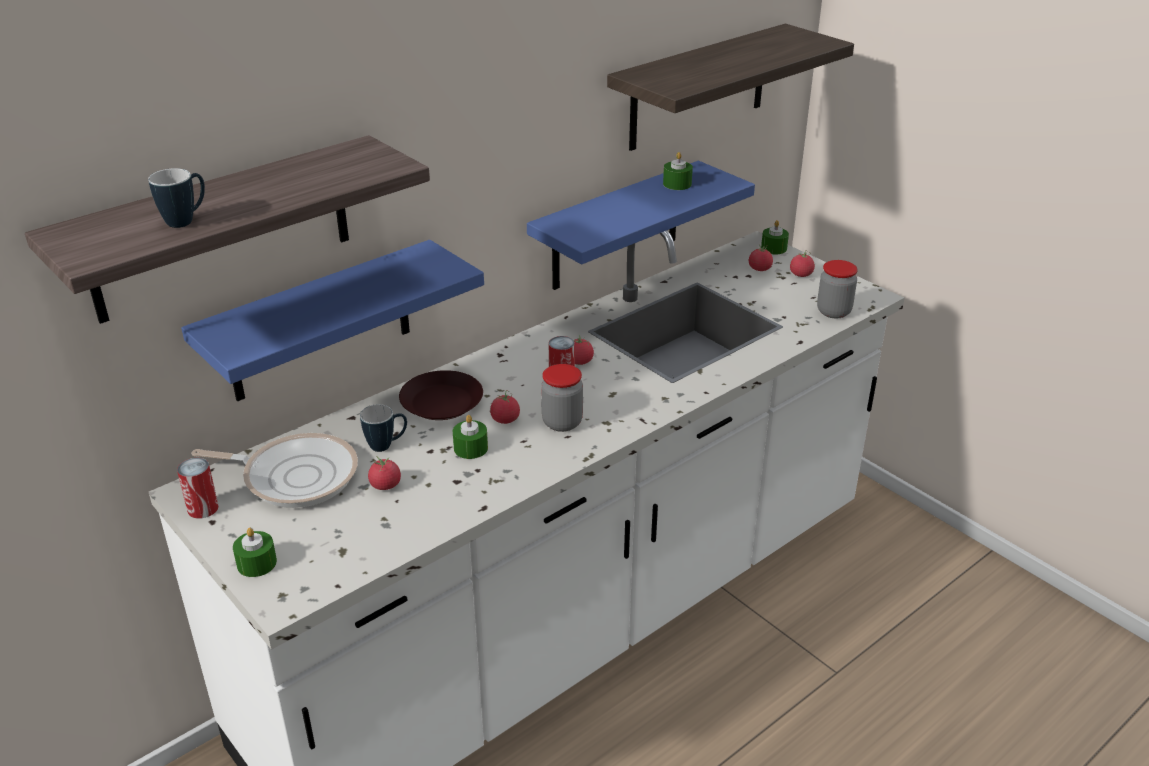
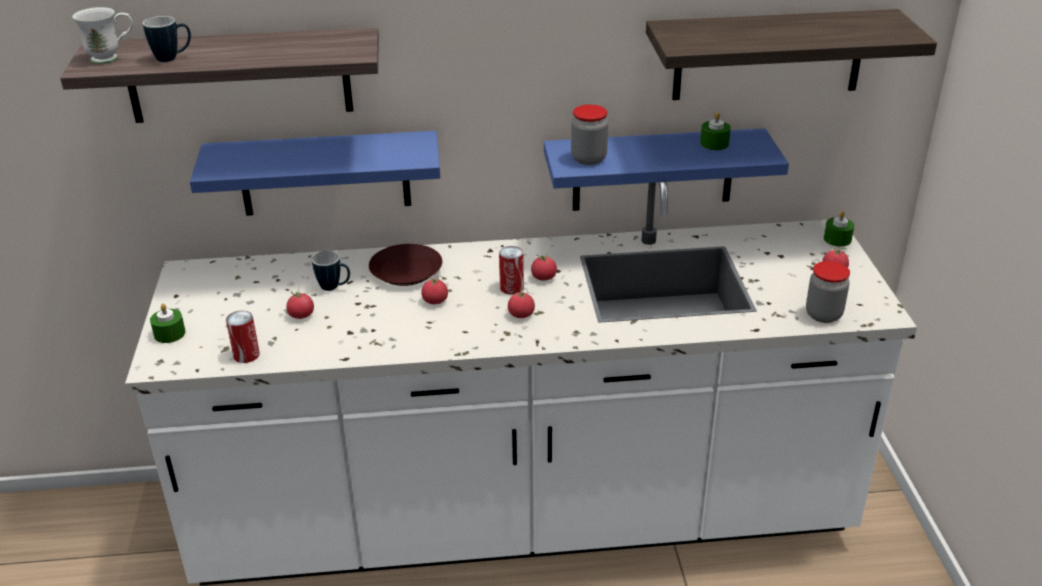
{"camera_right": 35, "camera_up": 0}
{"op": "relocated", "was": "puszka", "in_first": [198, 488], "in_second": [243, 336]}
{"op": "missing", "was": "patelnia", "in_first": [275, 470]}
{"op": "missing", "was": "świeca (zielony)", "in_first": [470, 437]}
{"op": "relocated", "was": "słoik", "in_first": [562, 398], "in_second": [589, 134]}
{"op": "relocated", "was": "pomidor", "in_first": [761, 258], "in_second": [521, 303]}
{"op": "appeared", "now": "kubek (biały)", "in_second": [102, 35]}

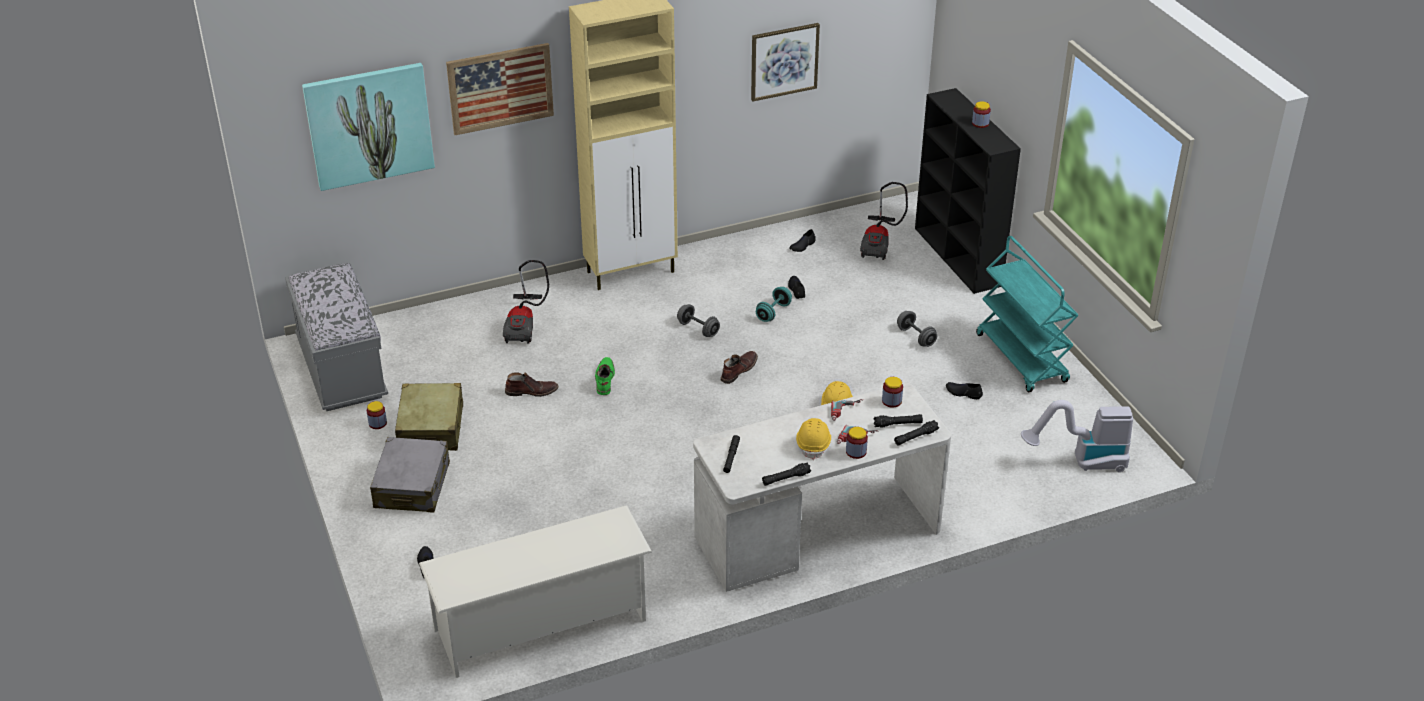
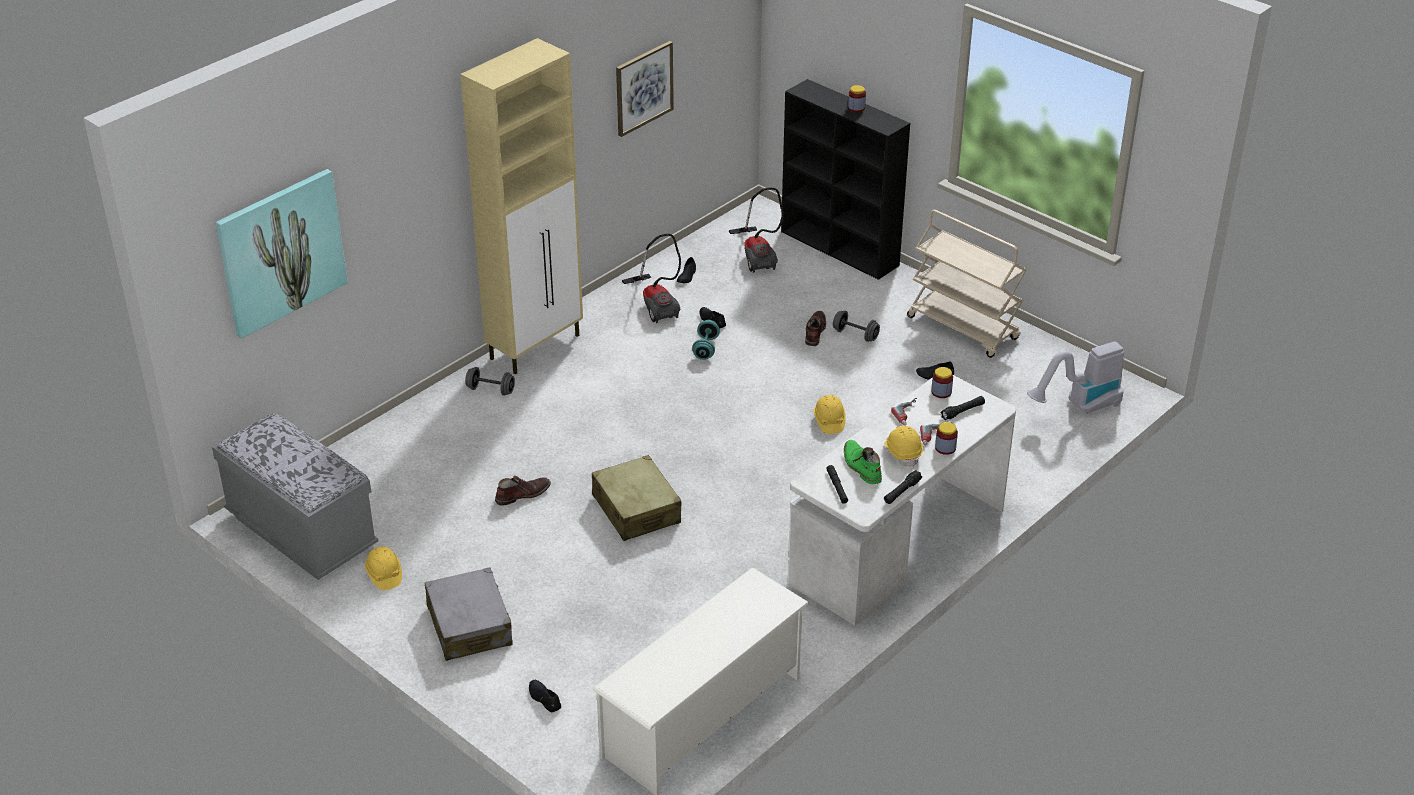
{"camera_right": -25, "camera_up": 0}
{"op": "exchanged", "was": "słoik", "now": "kask (żółty)", "in_first": [377, 415], "in_second": [383, 568]}
{"op": "relocated", "was": "walizka (beżowy)", "in_first": [429, 417], "in_second": [636, 498]}
{"op": "missing", "was": "obraz", "in_first": [500, 89]}
{"op": "relocated", "was": "odkurzacz", "in_first": [526, 302], "in_second": [651, 278]}
{"op": "relocated", "was": "but z cholewką (zielony)", "in_first": [605, 376], "in_second": [863, 462]}
{"op": "relocated", "was": "hantel (szary)", "in_first": [698, 320], "in_second": [490, 381]}
{"op": "relocated", "was": "but z cholewką (brązowy)", "in_first": [739, 367], "in_second": [815, 328]}
{"op": "missing", "was": "latarka (czarny)", "in_first": [916, 433]}
{"op": "colour", "was": "wózek (turkusowy)", "now": "wózek (beżowy)", "in_first": [1027, 314], "in_second": [967, 284]}

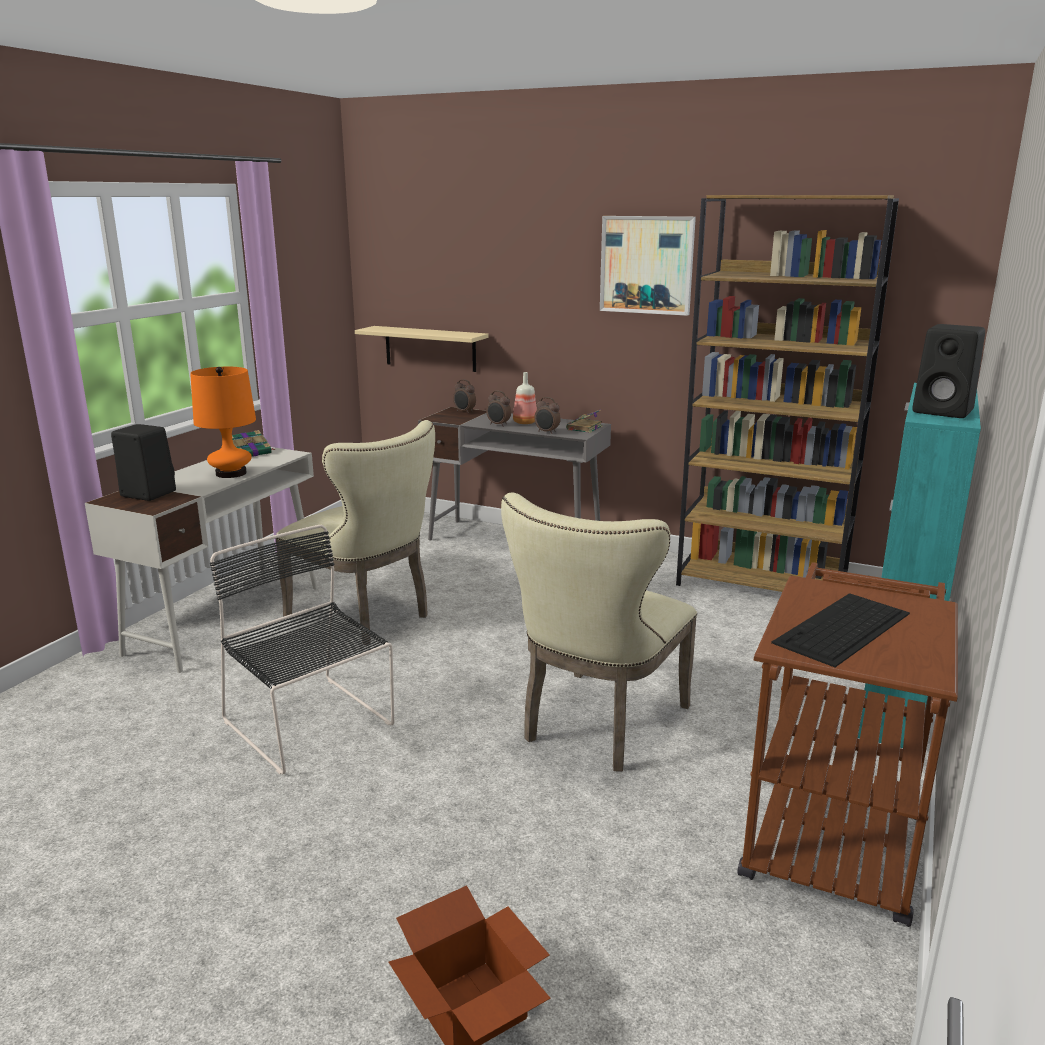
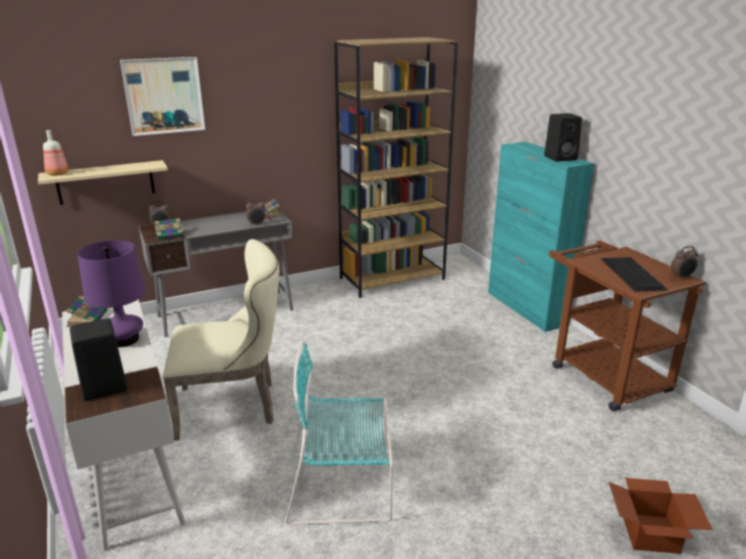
{"camera_right": -50, "camera_up": 5}
{"op": "colour", "was": "lampa stołowa (pomarańczowy)", "now": "lampa stołowa (fioletowy)", "in_first": [223, 422], "in_second": [112, 293]}
{"op": "colour", "was": "krzesło (czarny)", "now": "krzesło (turkusowy)", "in_first": [302, 649], "in_second": [339, 433]}
{"op": "relocated", "was": "budzik", "in_first": [498, 408], "in_second": [684, 263]}
{"op": "missing", "was": "krzesło (beżowy)", "in_first": [599, 631]}
{"op": "relocated", "was": "butelka", "in_first": [525, 398], "in_second": [55, 153]}
{"op": "relocated", "was": "obraz", "in_first": [648, 266], "in_second": [162, 96]}
{"op": "appeared", "now": "książka", "in_second": [170, 229]}

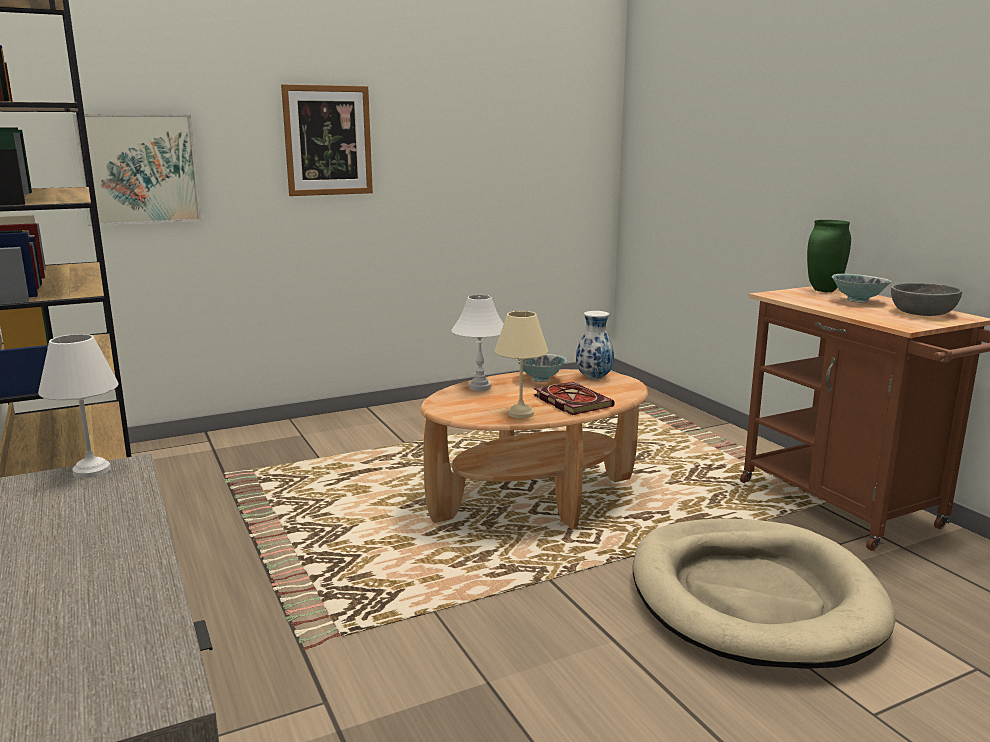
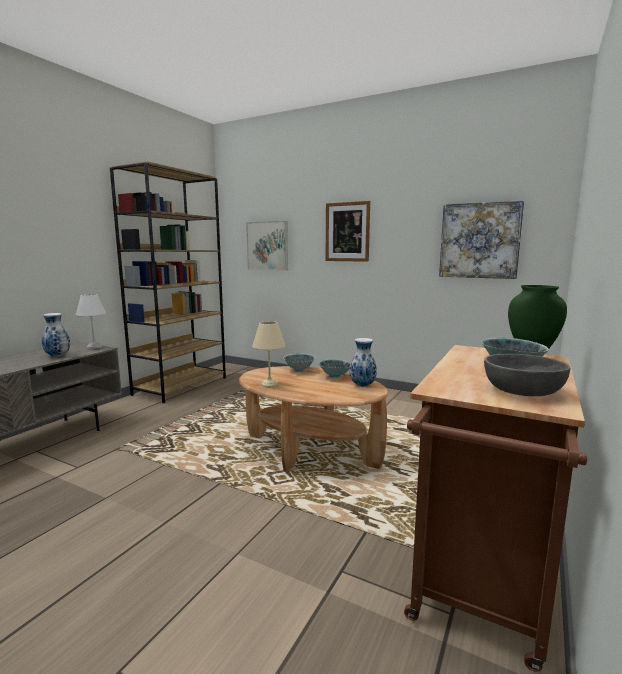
{"camera_right": 55, "camera_up": -5}
{"op": "exchanged", "was": "lampa stołowa (biały)", "now": "miska", "in_first": [477, 343], "in_second": [299, 363]}
{"op": "missing", "was": "książka", "in_first": [574, 398]}
{"op": "missing", "was": "legowisko (beżowy)", "in_first": [764, 593]}
{"op": "appeared", "now": "wazon", "in_second": [56, 335]}
{"op": "appeared", "now": "obraz", "in_second": [481, 239]}

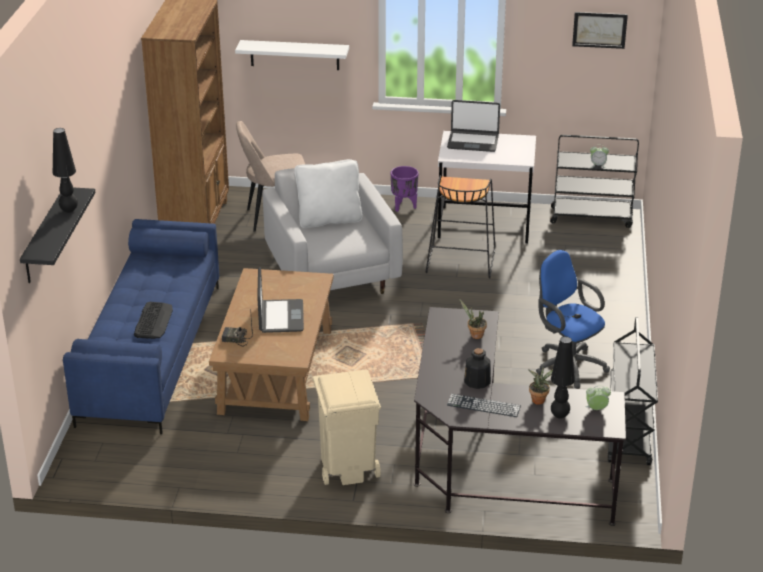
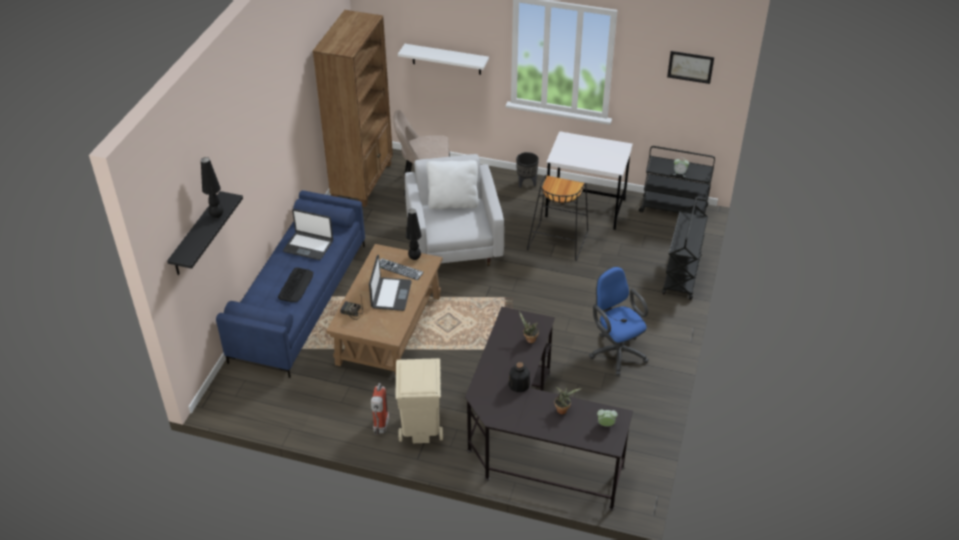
{"camera_right": 10, "camera_up": 10}
{"op": "colour", "was": "donica (fioletowy)", "now": "donica (czarny)", "in_first": [405, 189], "in_second": [527, 170]}
{"op": "relocated", "was": "laptop", "in_first": [473, 126], "in_second": [308, 234]}
{"op": "relocated", "was": "klawiatura", "in_first": [484, 405], "in_second": [401, 269]}
{"op": "relocated", "was": "lampa stołowa (czarny)", "in_first": [563, 377], "in_second": [414, 234]}
{"op": "relocated", "was": "wózek (czarny)", "in_first": [632, 391], "in_second": [685, 248]}
{"op": "appeared", "now": "gaśnica", "in_second": [380, 409]}

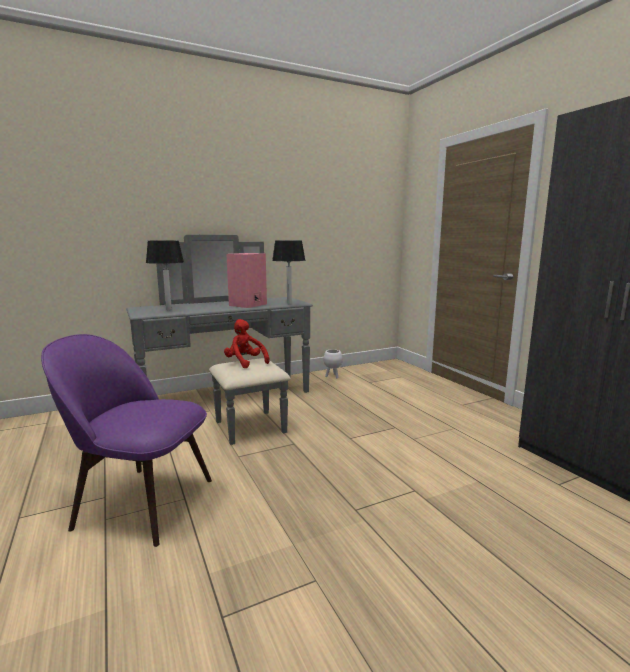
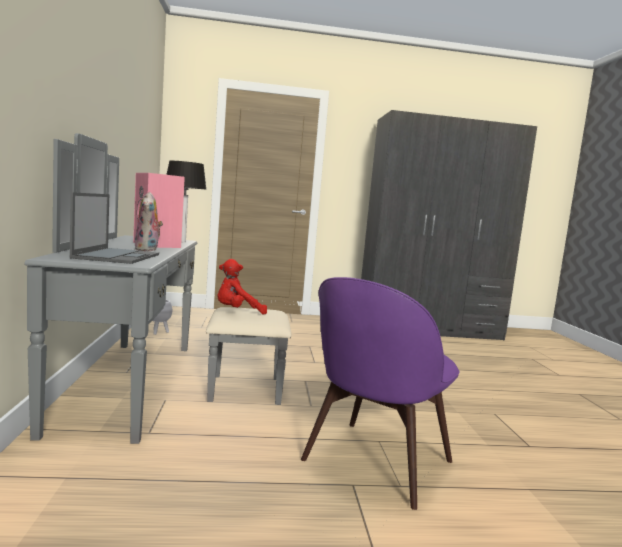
{"camera_right": -70, "camera_up": -5}
{"op": "exchanged", "was": "lampa stołowa", "now": "laptop", "in_first": [165, 275], "in_second": [114, 228]}
{"op": "appeared", "now": "pluszak", "in_second": [149, 221]}

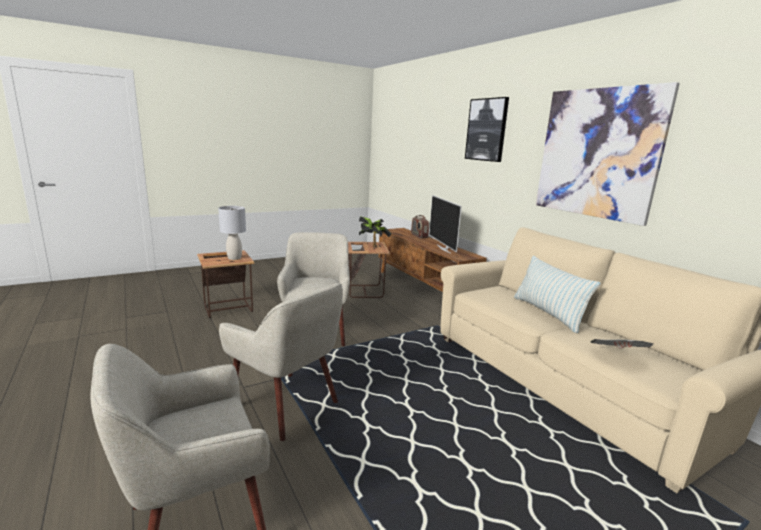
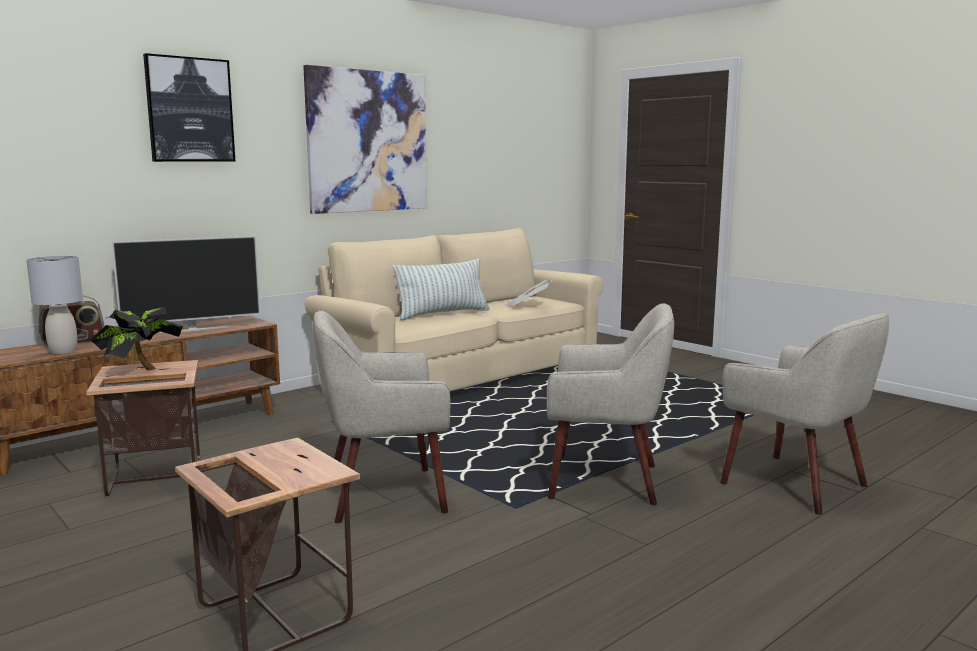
{"camera_right": -100, "camera_up": -5}
{"op": "relocated", "was": "lampa stołowa (szary)", "in_first": [232, 233], "in_second": [54, 305]}
{"op": "spun", "was": "fotel (beżowy)", "in_first": [281, 362], "in_second": [610, 404], "clockwise": 75}

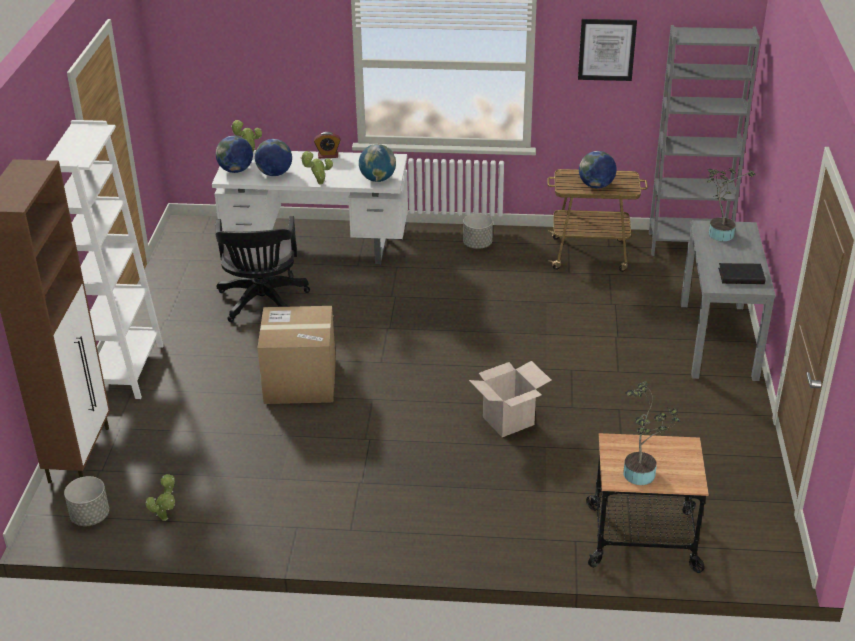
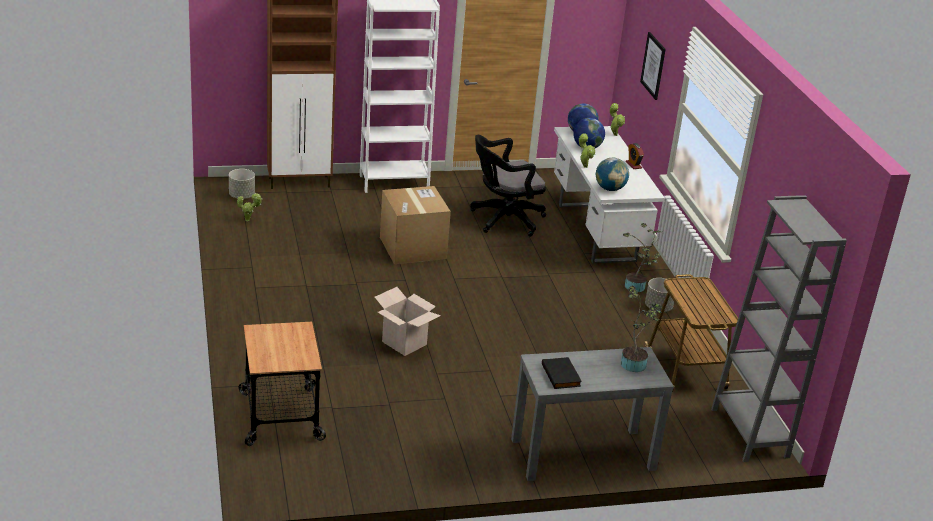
{"camera_right": 70, "camera_up": -5}
{"op": "relocated", "was": "obraz", "in_first": [607, 50], "in_second": [653, 66]}
{"op": "missing", "was": "globus", "in_first": [598, 169]}
{"op": "relocated", "was": "roślina doniczkowa", "in_first": [652, 433], "in_second": [642, 257]}

